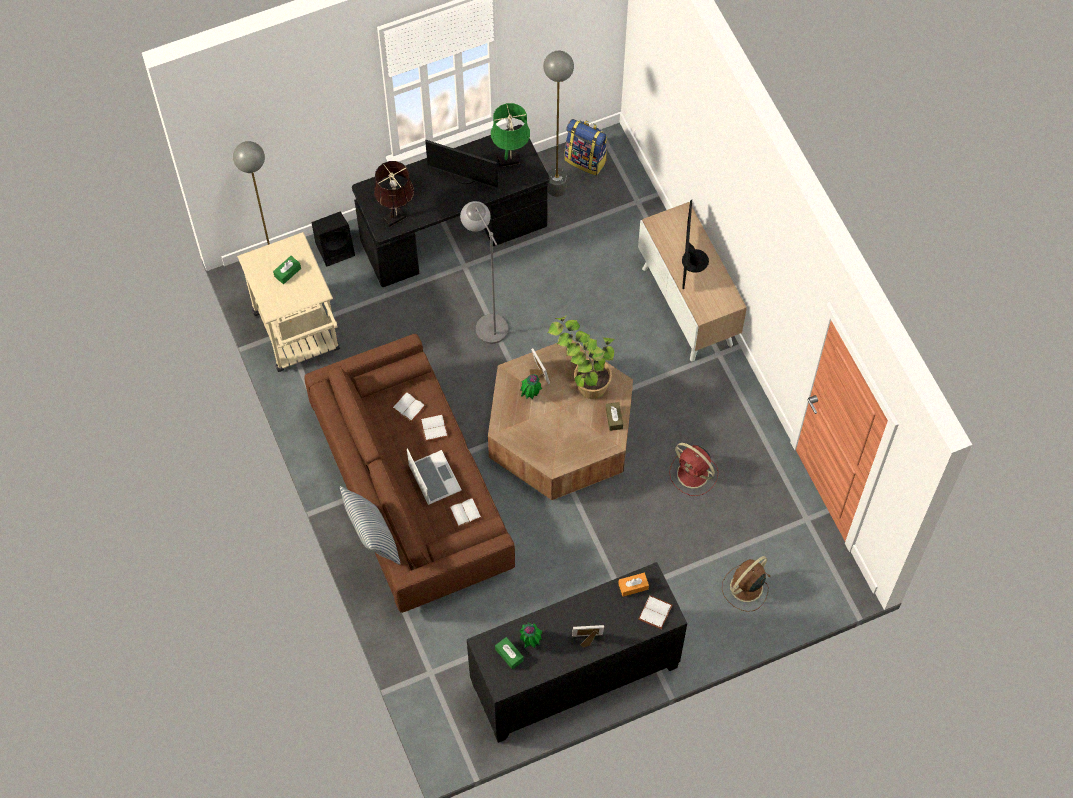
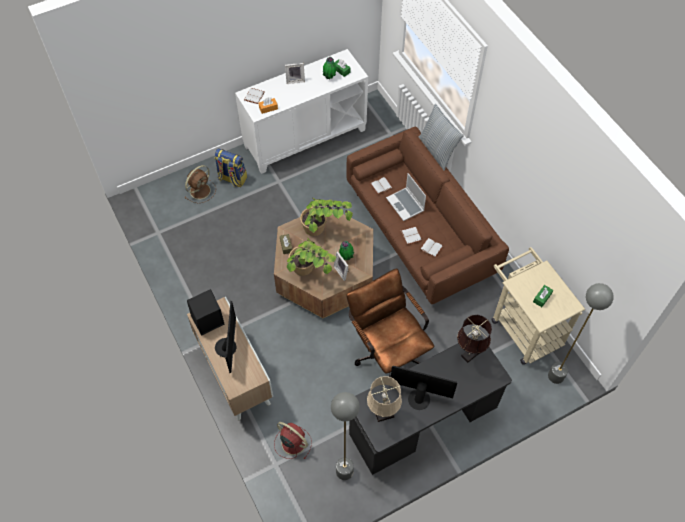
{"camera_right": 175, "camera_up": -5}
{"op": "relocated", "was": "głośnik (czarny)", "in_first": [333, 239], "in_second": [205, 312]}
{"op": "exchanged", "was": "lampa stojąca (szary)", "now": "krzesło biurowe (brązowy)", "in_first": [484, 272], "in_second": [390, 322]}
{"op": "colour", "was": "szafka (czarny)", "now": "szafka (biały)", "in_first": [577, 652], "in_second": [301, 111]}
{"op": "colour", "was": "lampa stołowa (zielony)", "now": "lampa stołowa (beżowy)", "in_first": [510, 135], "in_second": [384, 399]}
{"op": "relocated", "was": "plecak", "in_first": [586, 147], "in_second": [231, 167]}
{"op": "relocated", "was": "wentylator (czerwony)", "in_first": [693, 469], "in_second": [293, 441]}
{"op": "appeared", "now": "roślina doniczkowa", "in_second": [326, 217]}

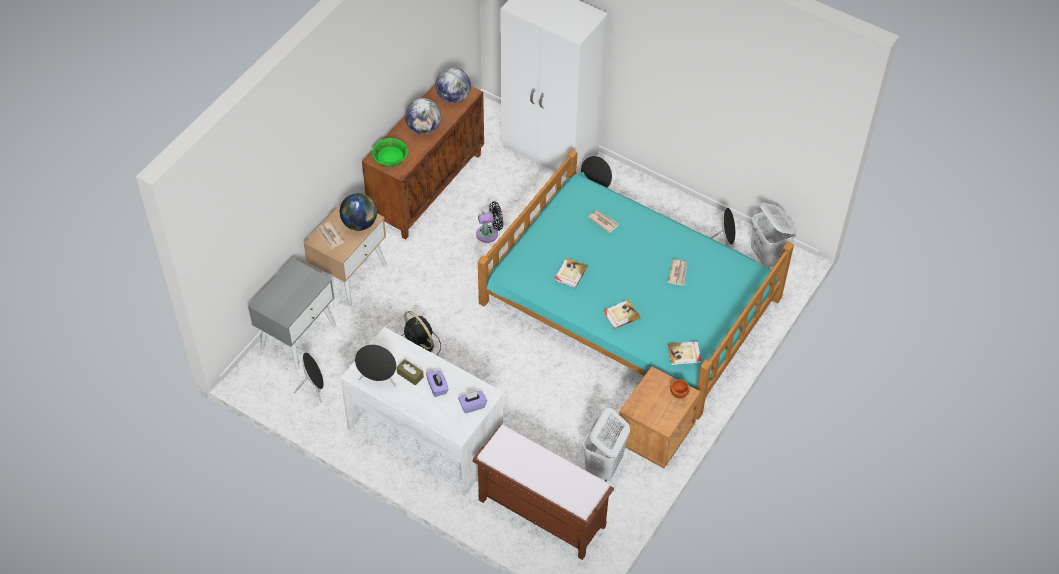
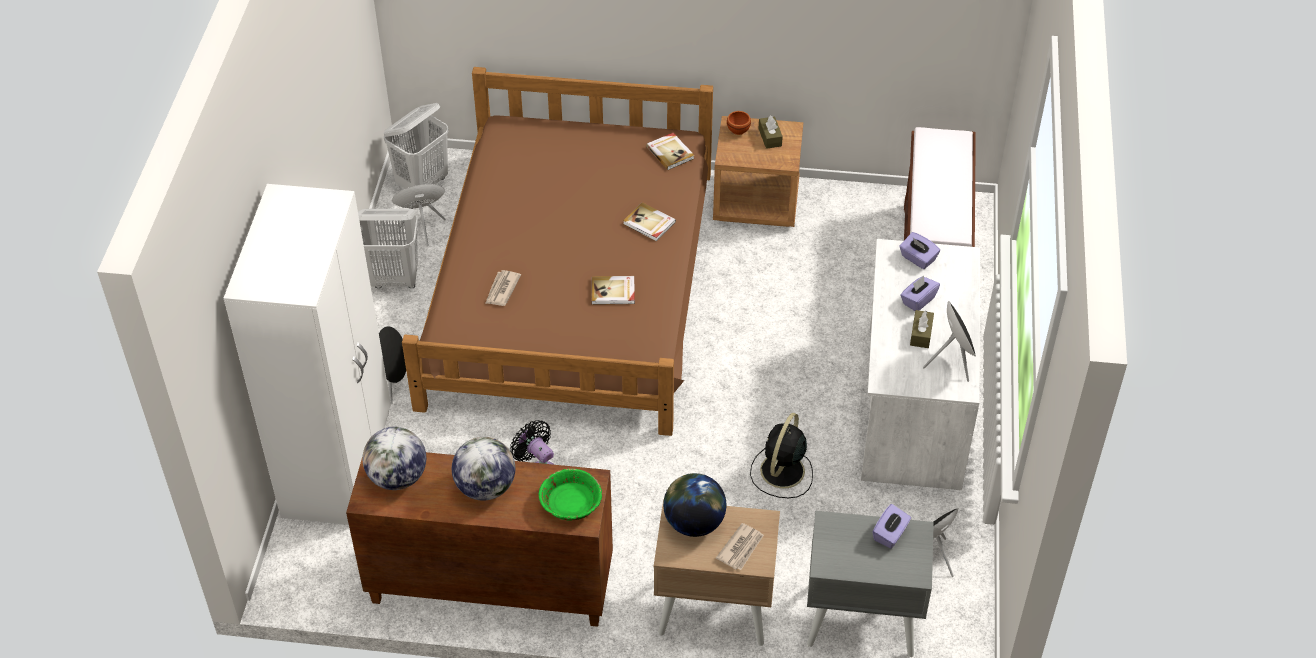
{"camera_right": -115, "camera_up": -5}
{"op": "colour", "was": "łóżko (turkusowy)", "now": "łóżko (brązowy)", "in_first": [636, 285], "in_second": [557, 251]}
{"op": "relocated", "was": "kosz na pranie (biały)", "in_first": [606, 445], "in_second": [388, 248]}
{"op": "missing", "was": "gazeta", "in_first": [677, 272]}
{"op": "appeared", "now": "pudełko chusteczek (brązowy)", "in_second": [770, 132]}
{"op": "appeared", "now": "pudełko chusteczek (fioletowy)", "in_second": [891, 526]}

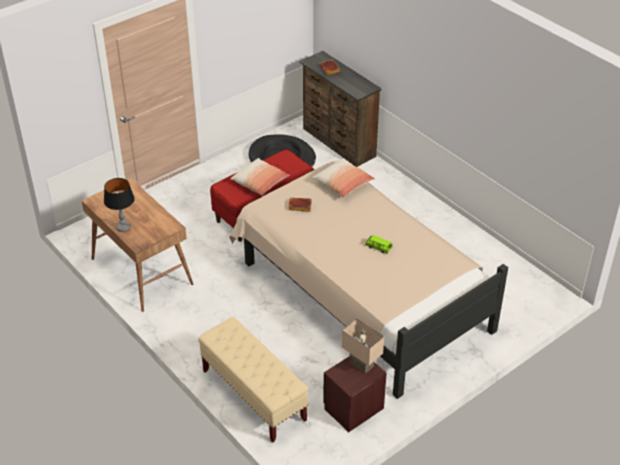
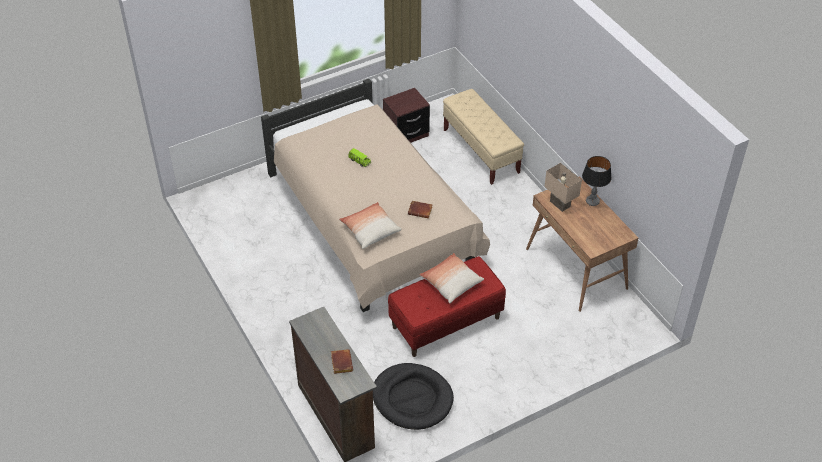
{"camera_right": -170, "camera_up": 5}
{"op": "relocated", "was": "lampa stołowa (beżowy)", "in_first": [363, 346], "in_second": [563, 187]}

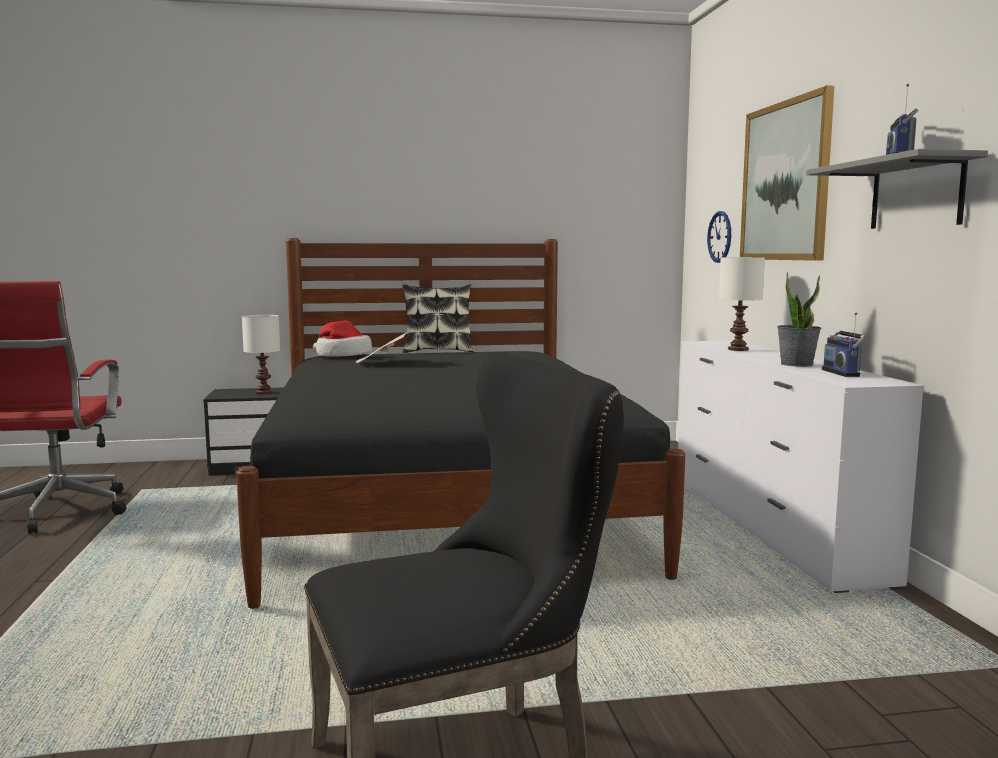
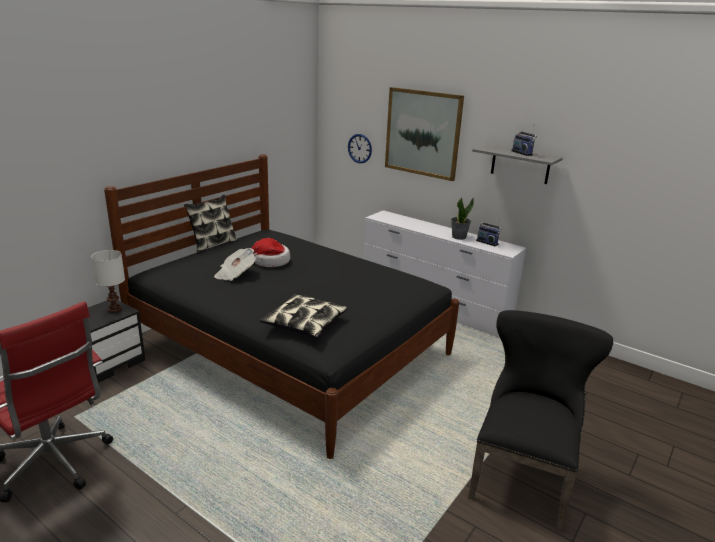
{"camera_right": -45, "camera_up": 15}
{"op": "relocated", "was": "kapelusz", "in_first": [342, 339], "in_second": [270, 252]}
{"op": "missing", "was": "lampa stołowa (biały)", "in_first": [742, 304]}
{"op": "appeared", "now": "poduszka", "in_second": [304, 316]}

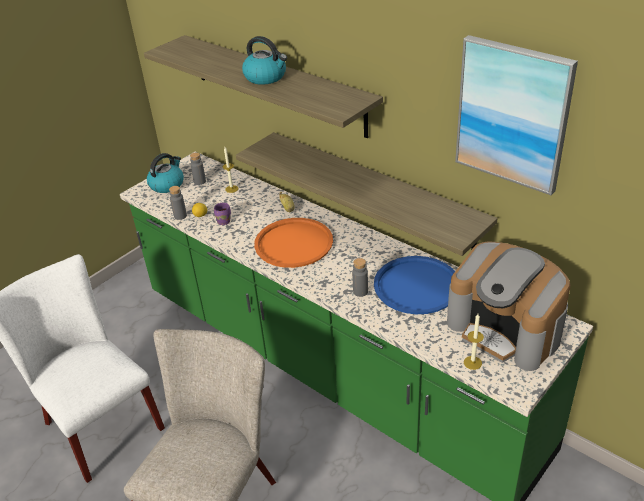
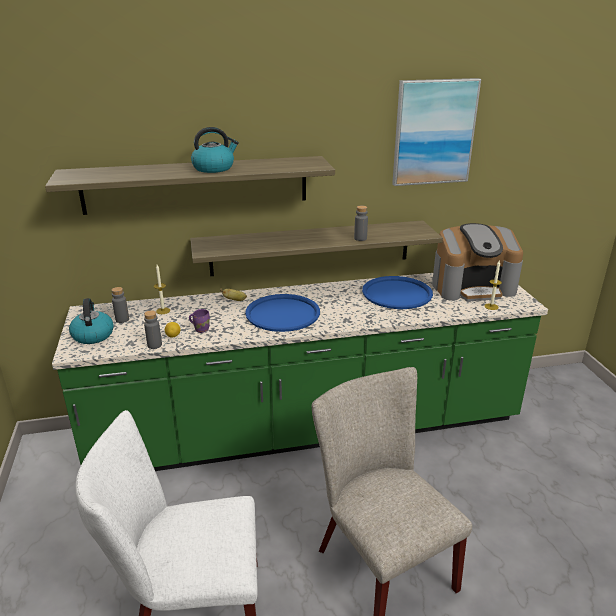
{"camera_right": -55, "camera_up": -10}
{"op": "colour", "was": "taca (pomarańczowy)", "now": "taca (niebieski)", "in_first": [293, 243], "in_second": [282, 313]}
{"op": "relocated", "was": "butelka (szary)", "in_first": [360, 277], "in_second": [361, 223]}

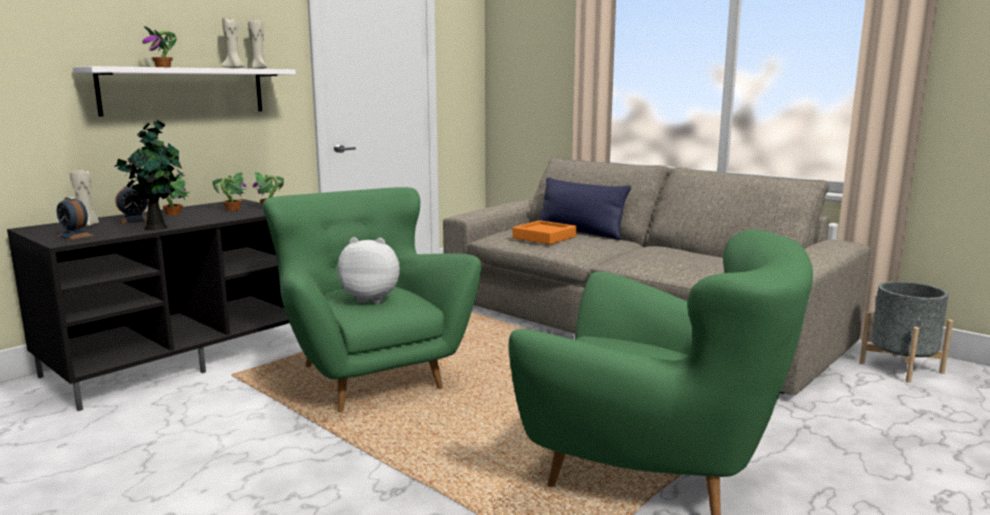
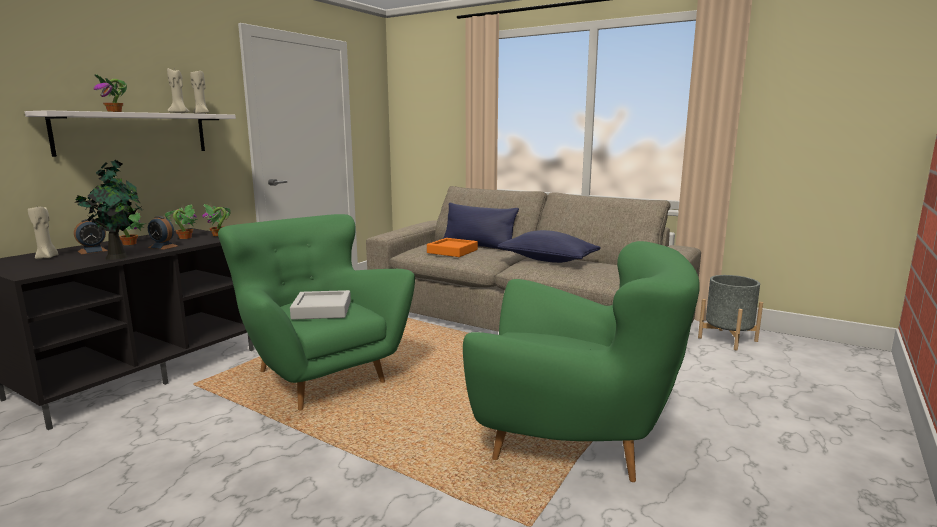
{"camera_right": -10, "camera_up": 0}
{"op": "relocated", "was": "budzik", "in_first": [75, 218], "in_second": [163, 233]}
{"op": "exchanged", "was": "pluszak", "now": "taca (szary)", "in_first": [368, 270], "in_second": [320, 305]}
{"op": "appeared", "now": "poduszka (niebieski)", "in_second": [549, 246]}

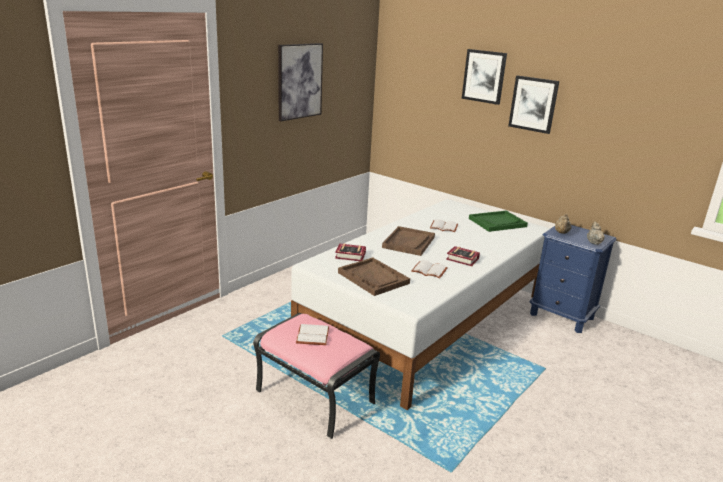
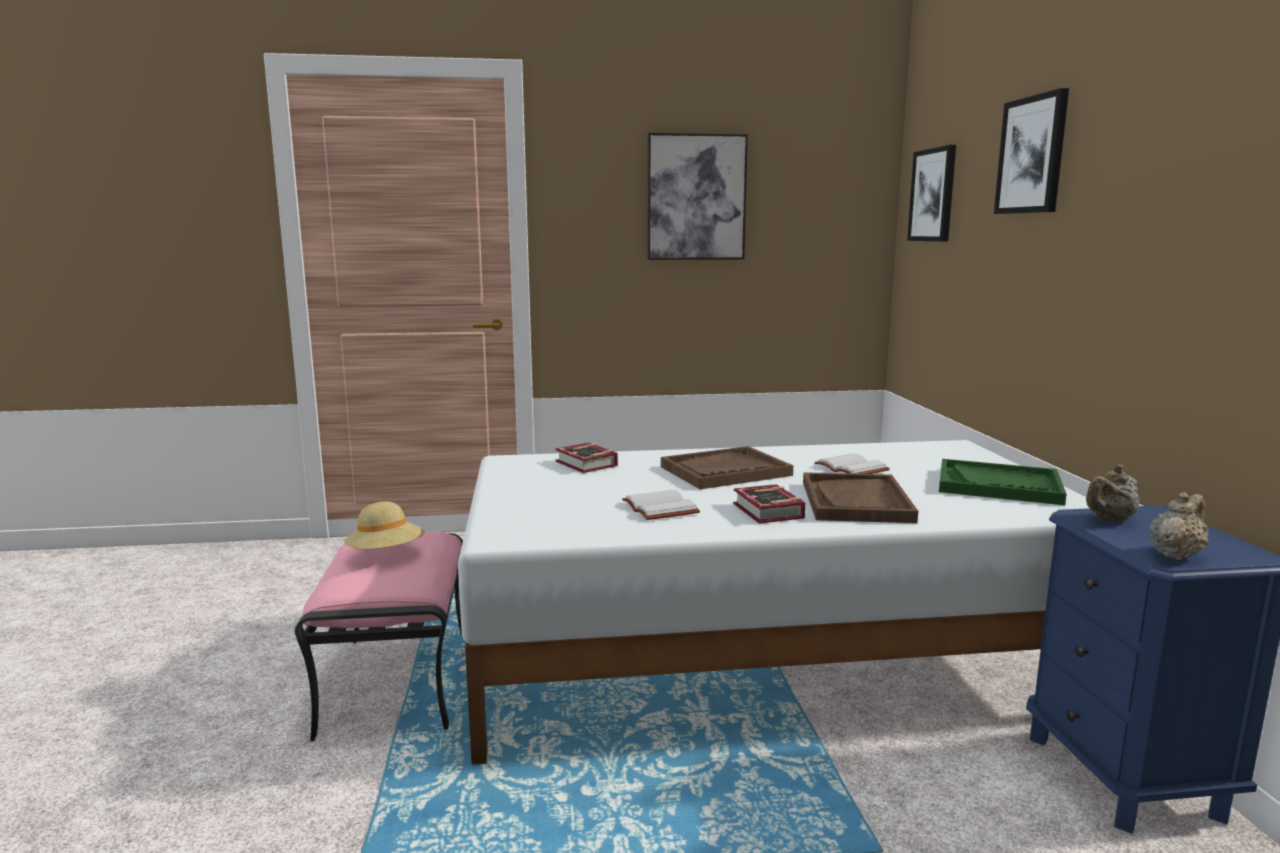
{"camera_right": 45, "camera_up": -10}
{"op": "exchanged", "was": "książka (biały)", "now": "kapelusz (beżowy)", "in_first": [312, 334], "in_second": [384, 525]}
{"op": "relocated", "was": "taca (brązowy)", "in_first": [374, 276], "in_second": [860, 497]}
{"op": "relocated", "was": "obraz", "in_first": [533, 105], "in_second": [931, 193]}

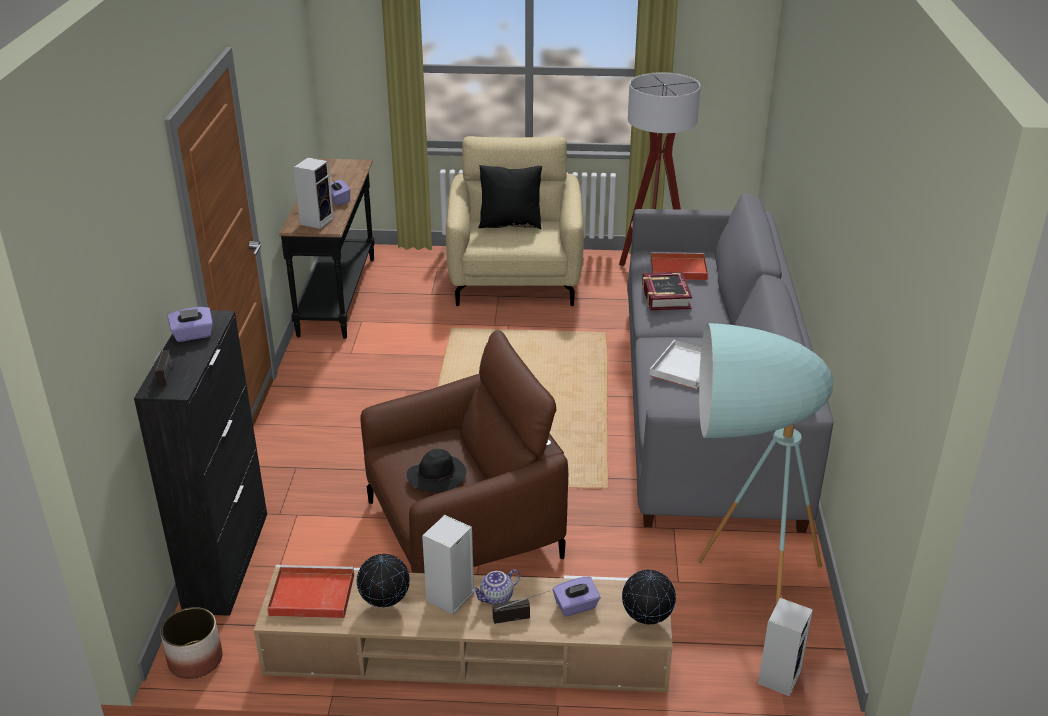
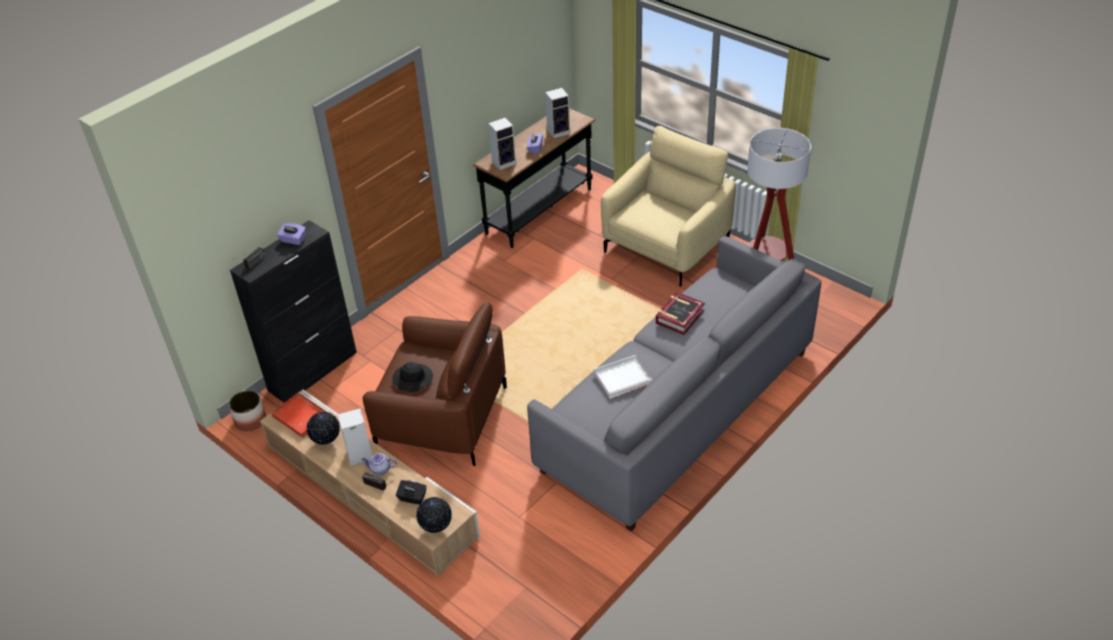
{"camera_right": 40, "camera_up": 10}
{"op": "missing", "was": "poduszka (czarny)", "in_first": [510, 197]}
{"op": "colour", "was": "pudełko chusteczek (fioletowy)", "now": "pudełko chusteczek (czarny)", "in_first": [576, 597], "in_second": [411, 492]}
{"op": "missing", "was": "taca (czerwony)", "in_first": [679, 266]}
{"op": "missing", "was": "lampa stojąca (turkusowy)", "in_first": [765, 464]}
{"op": "relocated", "was": "głośnik", "in_first": [785, 647], "in_second": [557, 113]}

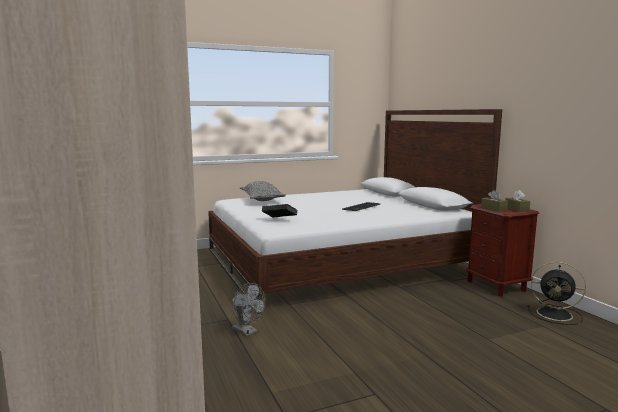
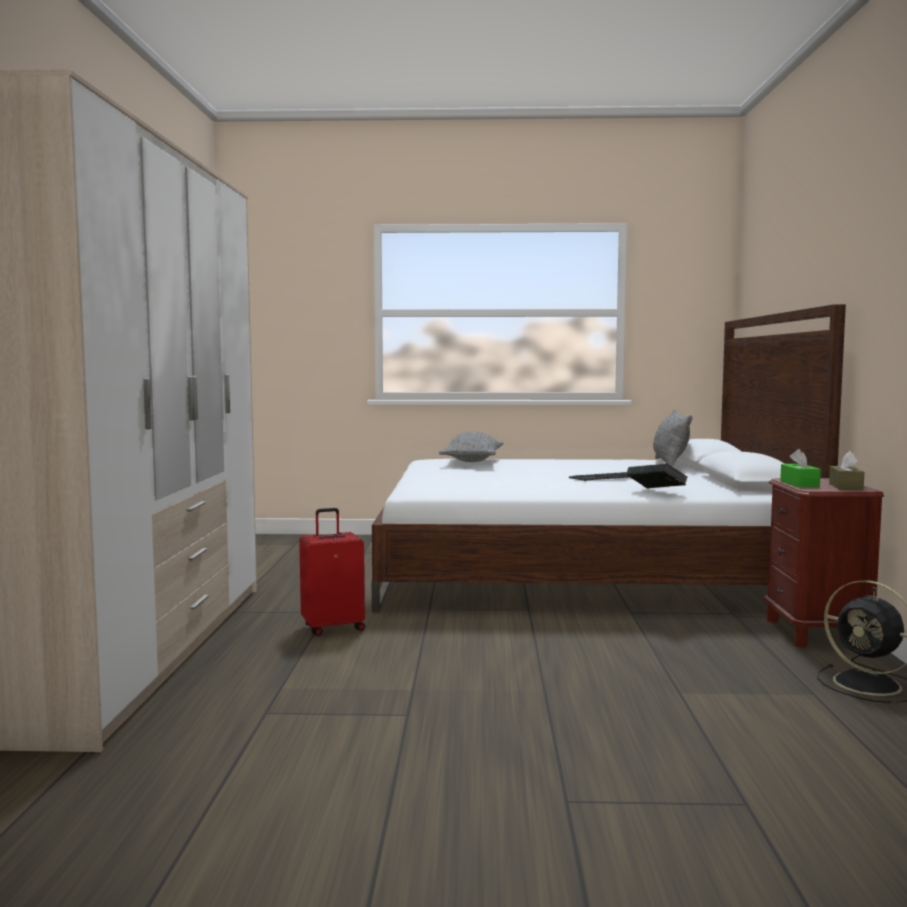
{"camera_right": 25, "camera_up": -5}
{"op": "exchanged", "was": "wentylator (szary)", "now": "walizka (czerwony)", "in_first": [249, 309], "in_second": [332, 572]}
{"op": "relocated", "was": "książka", "in_first": [279, 211], "in_second": [657, 476]}
{"op": "colour", "was": "pudełko chusteczek (brązowy)", "now": "pudełko chusteczek (zielony)", "in_first": [494, 201], "in_second": [800, 468]}
{"op": "appeared", "now": "poduszka (szary)", "in_second": [672, 438]}

